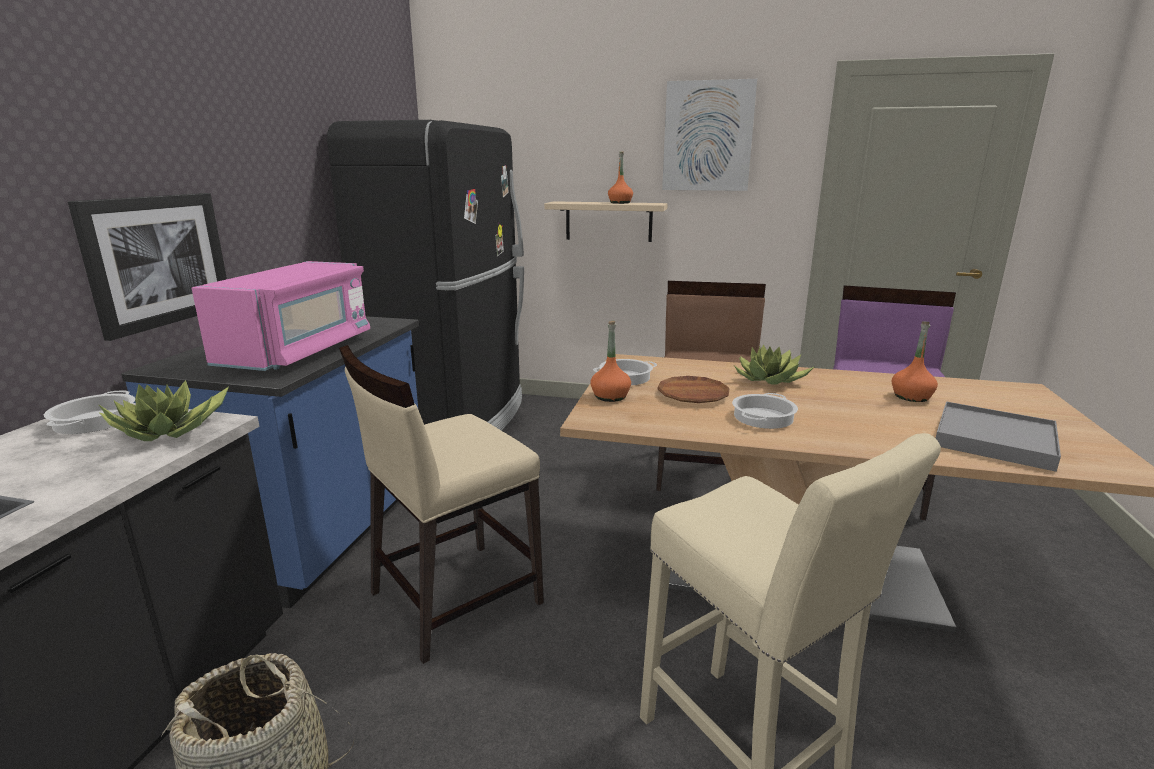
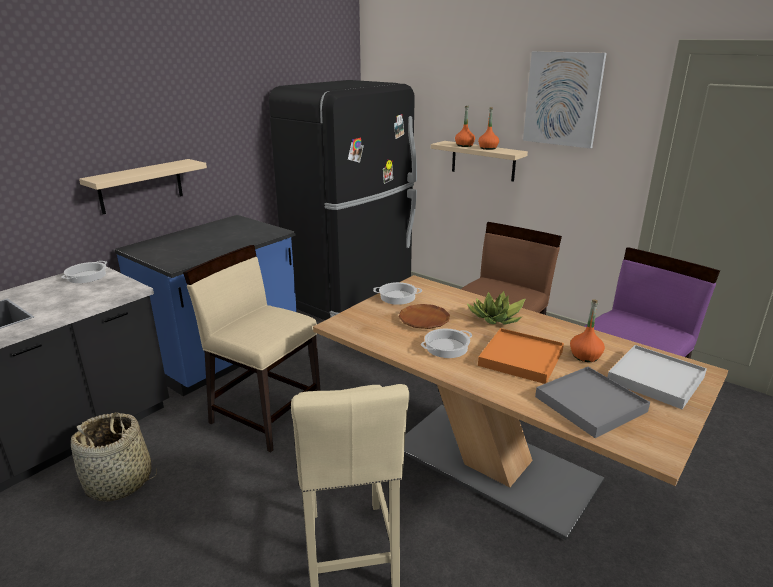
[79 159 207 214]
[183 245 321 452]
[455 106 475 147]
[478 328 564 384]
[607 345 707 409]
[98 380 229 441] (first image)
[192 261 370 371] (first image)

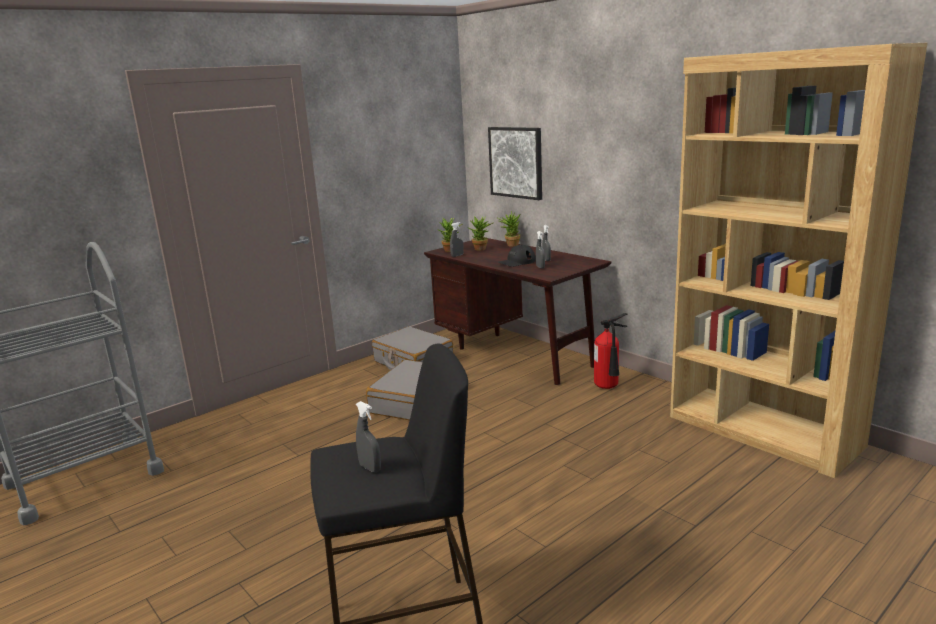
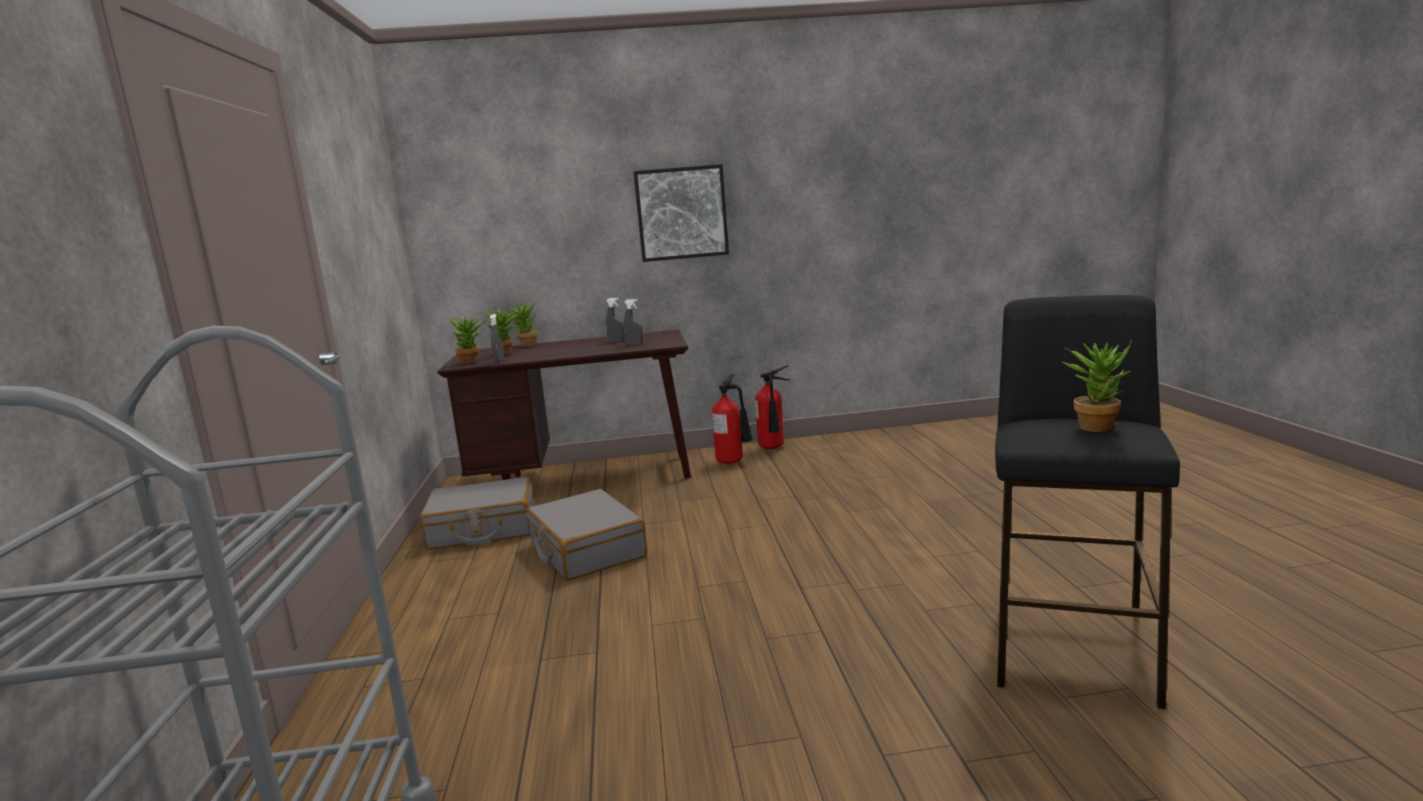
[634 164 729 262]
[755 365 790 449]
[1062 340 1132 432]
[498 245 536 267] (first image)
[670 43 927 478] (first image)

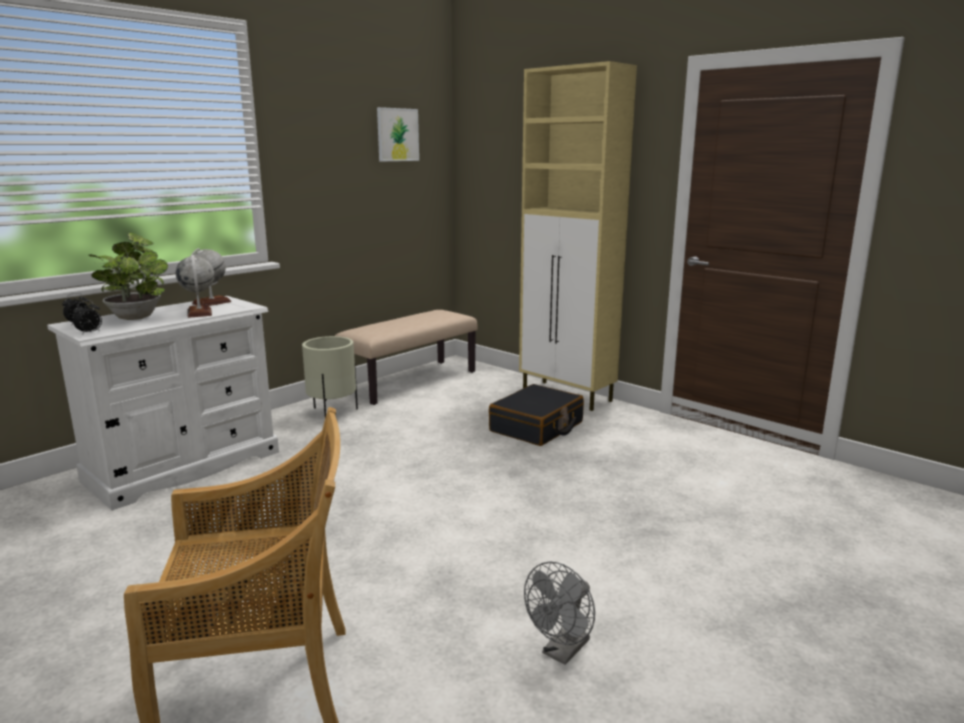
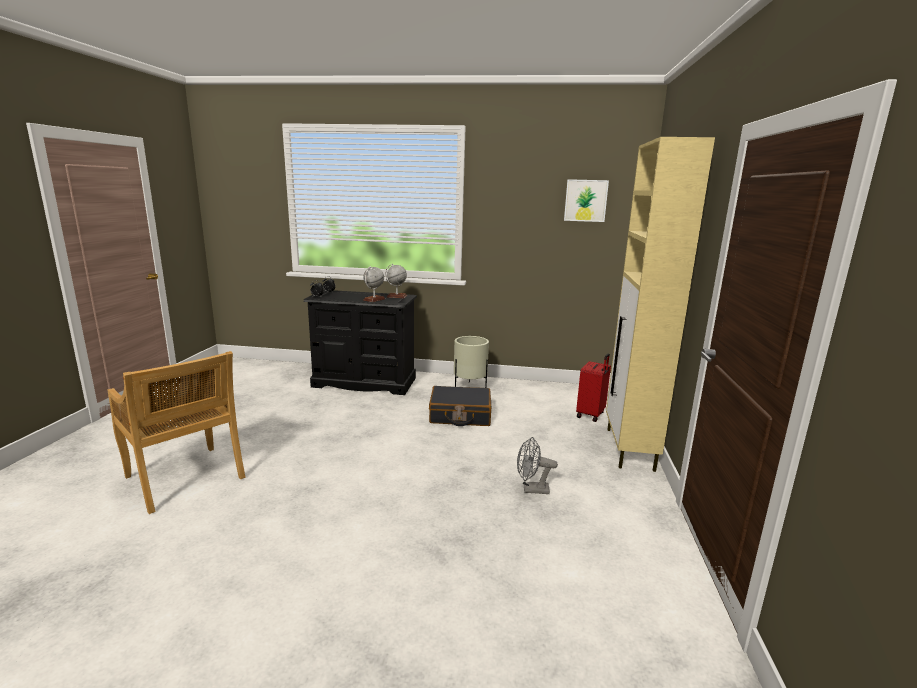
[304 290 417 395]
[429 386 491 426]
[517 437 558 494]
[576 353 611 422]
[89 232 168 320] (first image)
[335 310 478 405] (first image)

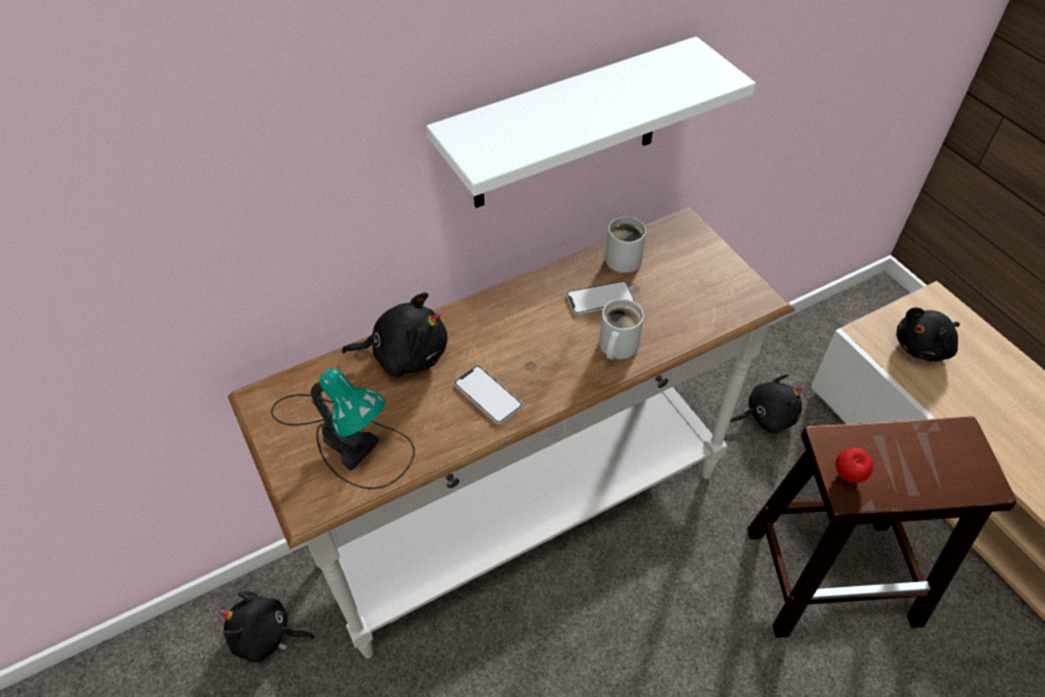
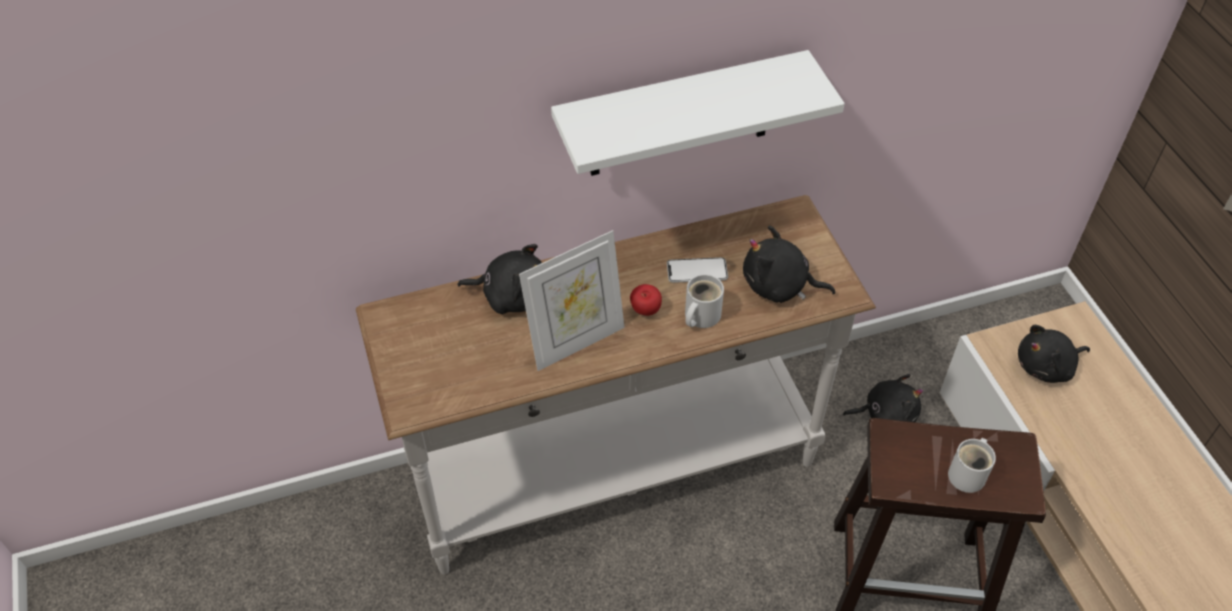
[519 230 625 371]
[630 284 662 316]
[743 225 835 303]
[948 438 996 493]
[271 368 415 489] (first image)

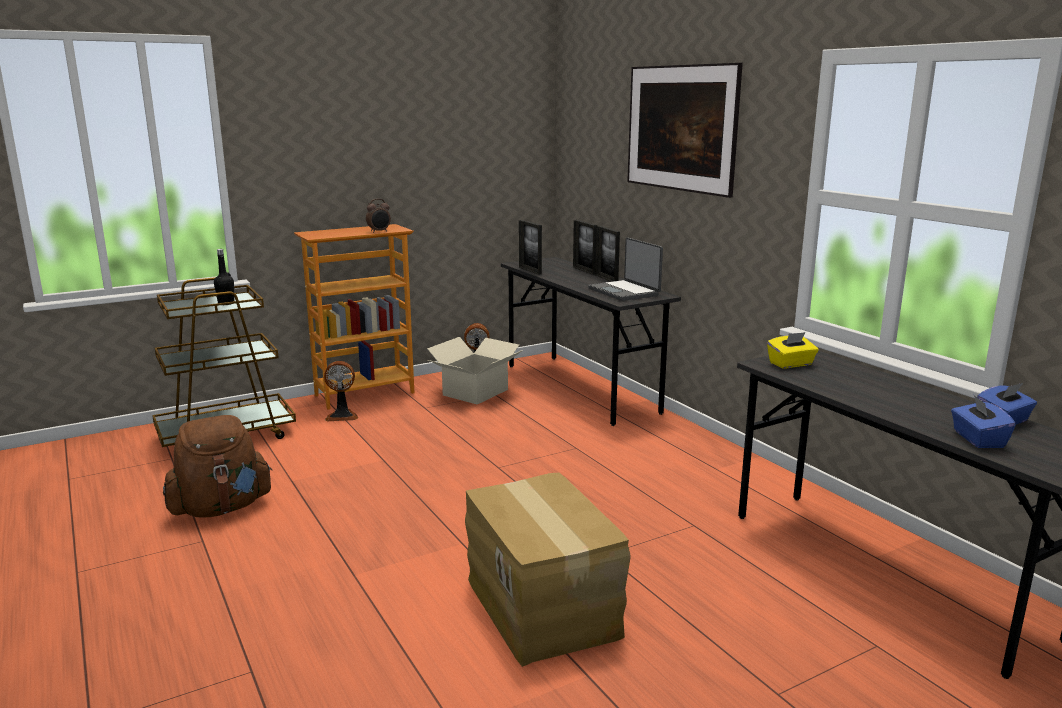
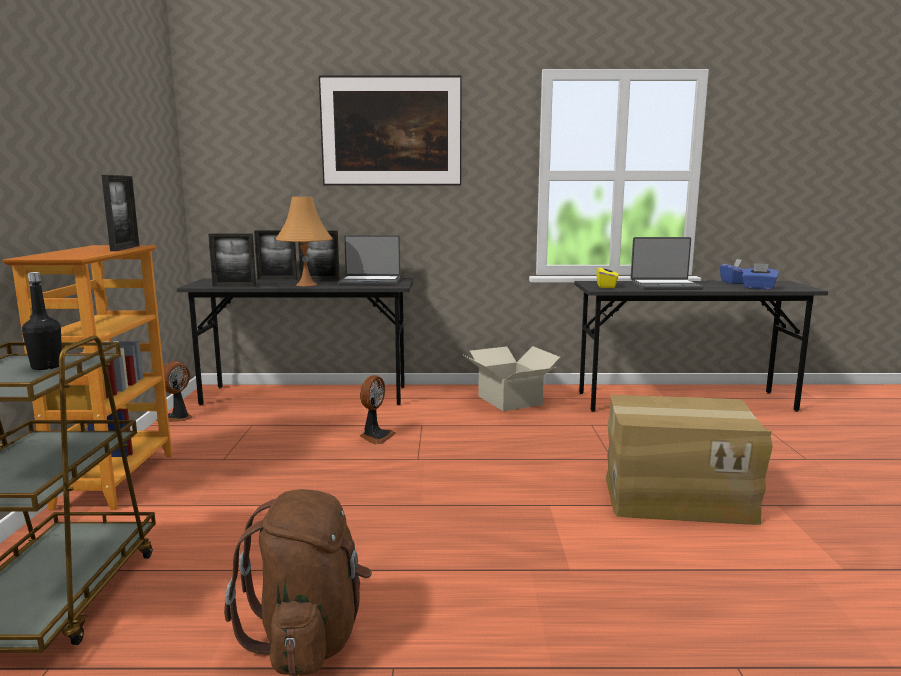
[101 175 139 251]
[276 197 333 286]
[360 375 396 444]
[462 346 561 411]
[631 237 704 290]

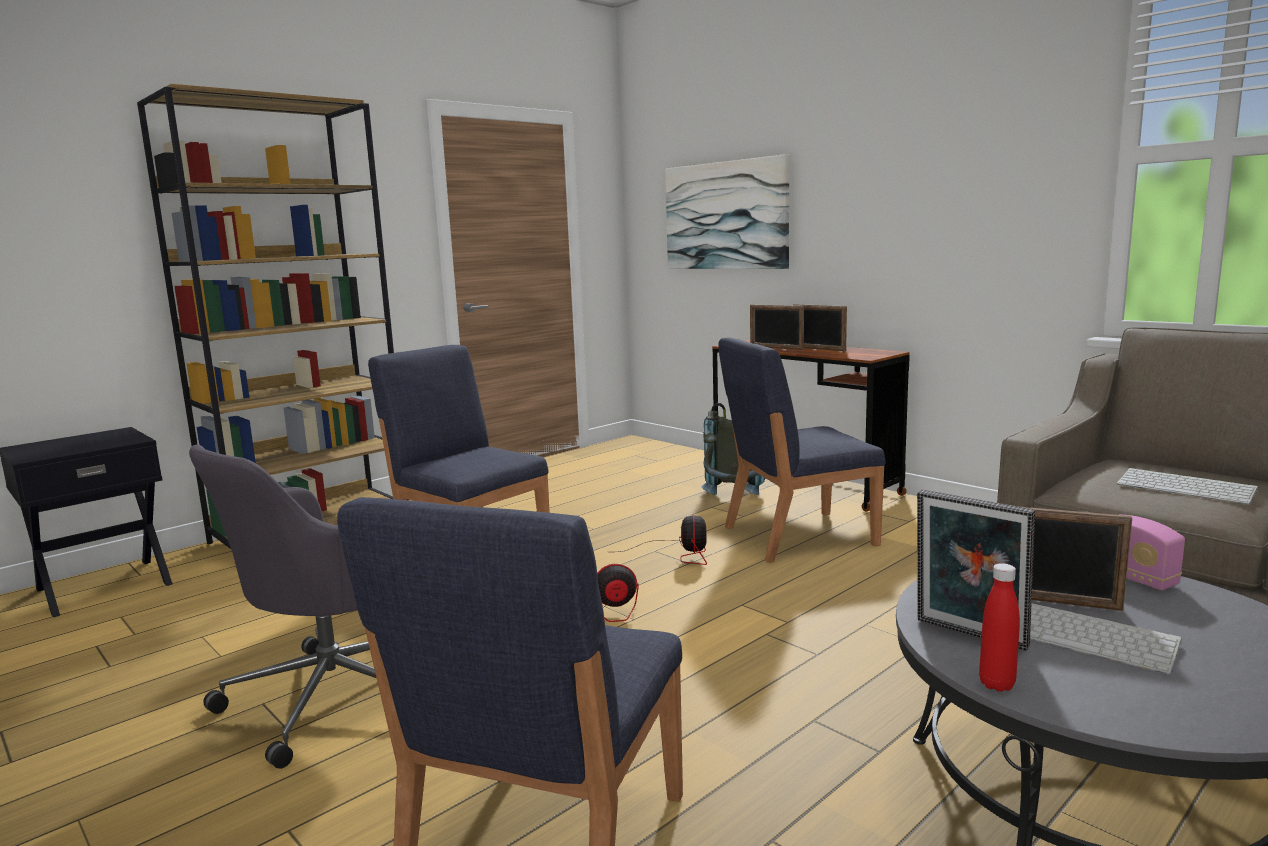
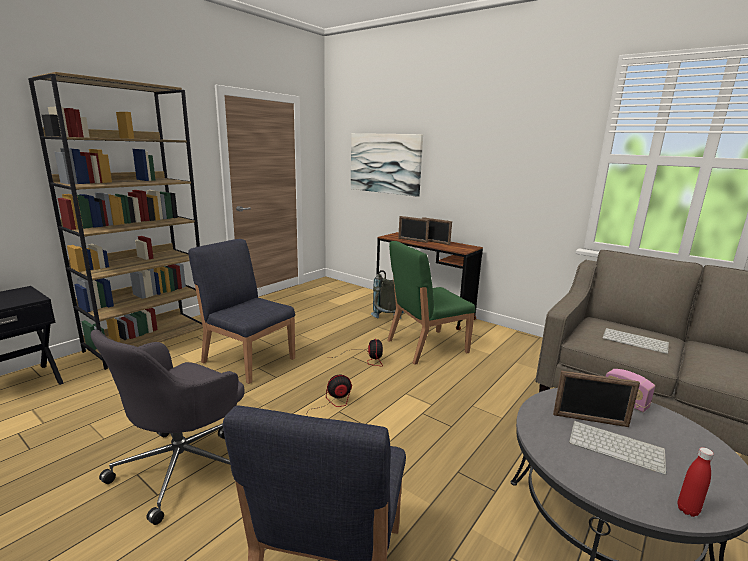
[387 241 475 365]
[677 447 714 517]
[917 490 1035 651] (first image)

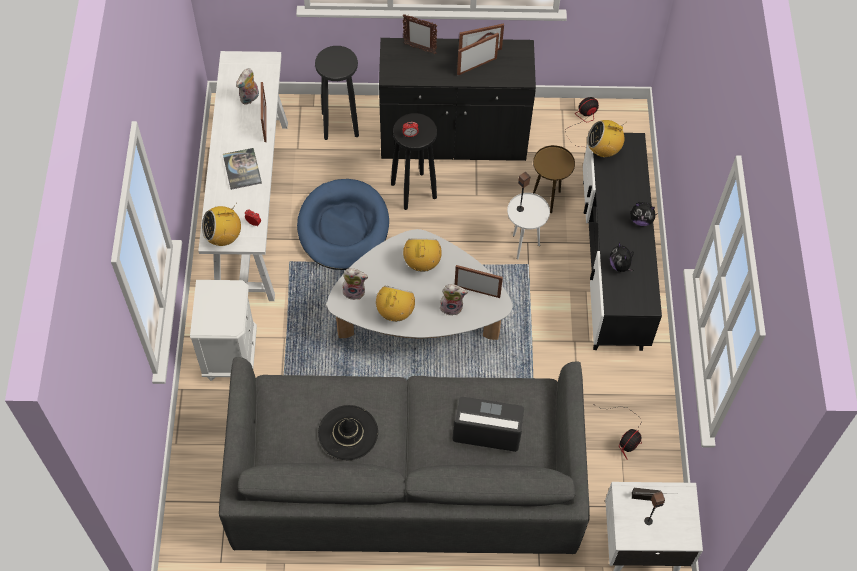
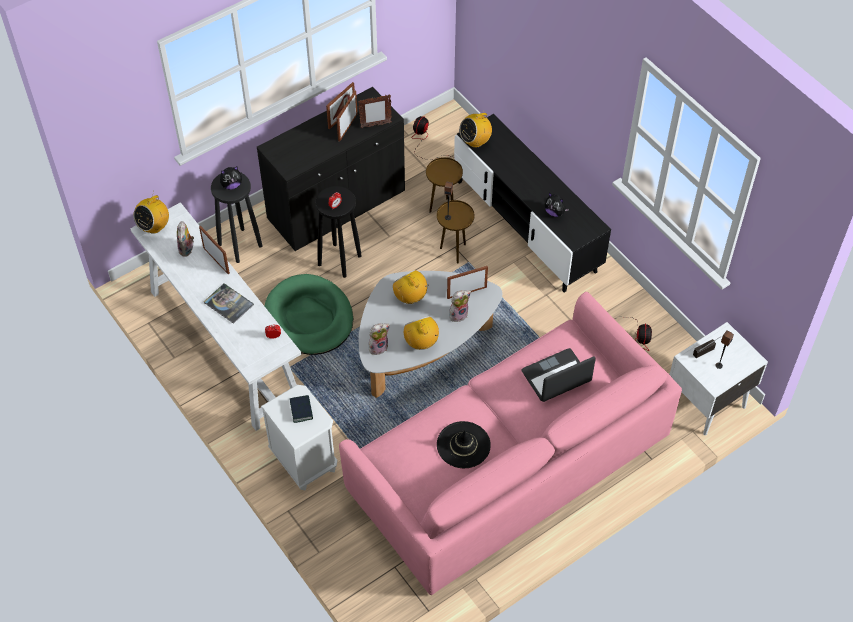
[133 192 169 234]
[220 166 242 190]
[265 274 353 355]
[290 395 313 423]
[339 292 682 595]
[358 94 392 128]
[437 200 474 264]

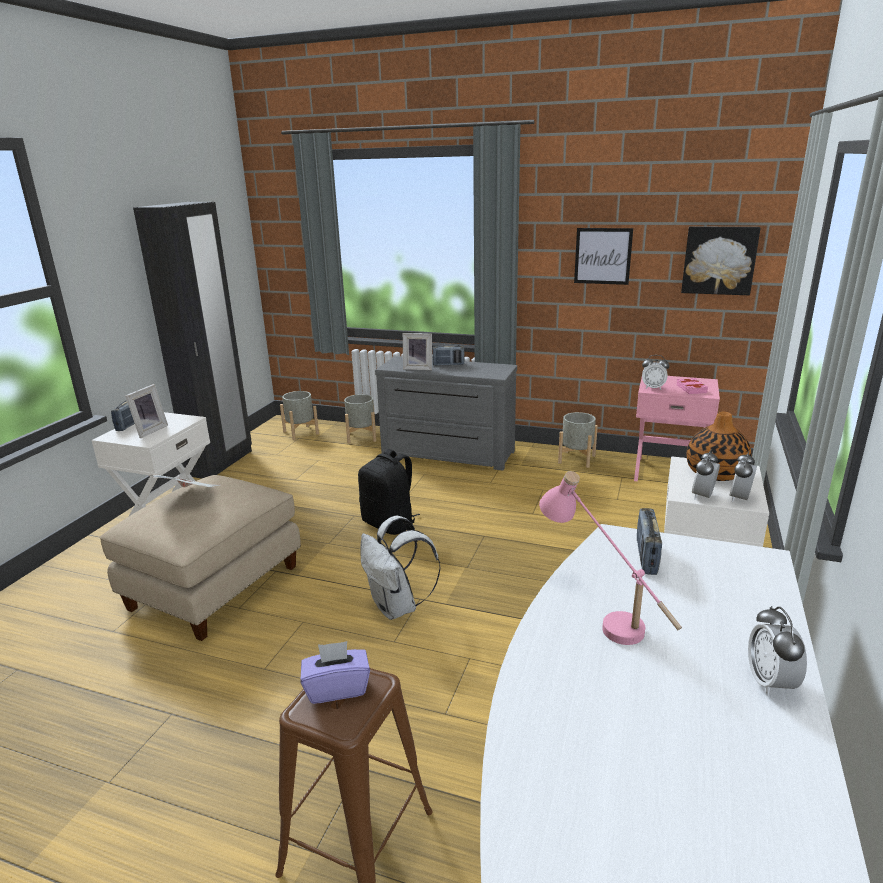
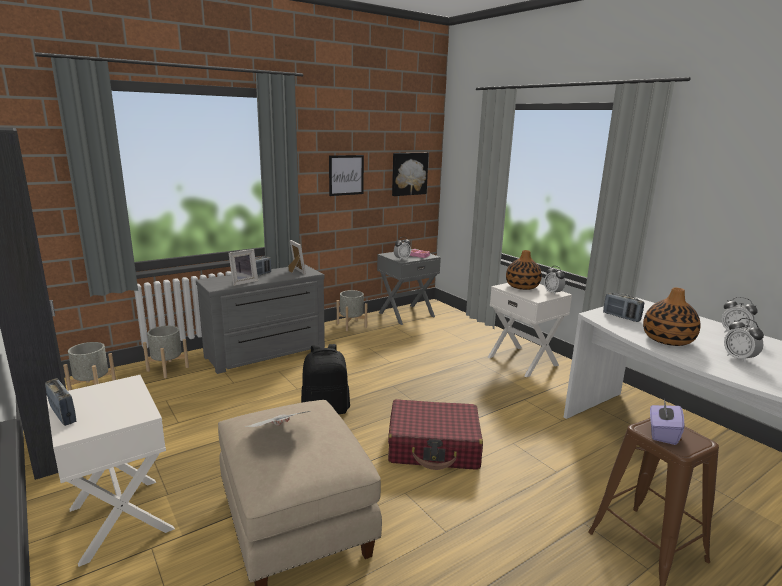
[288 240 306 274]
[377 249 441 325]
[388 399 483 470]
[643 288 701 346]
[724 318 764 363]

